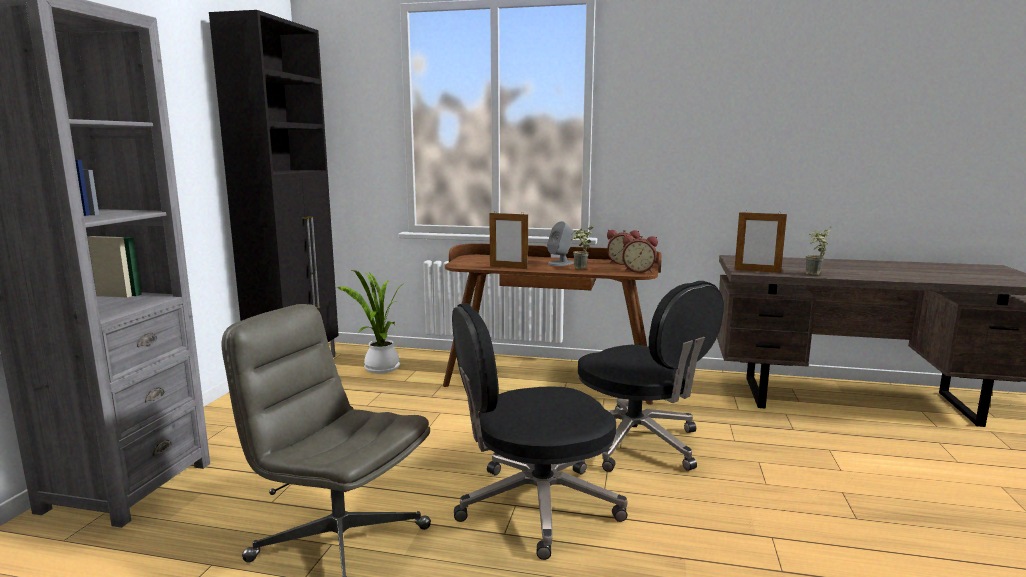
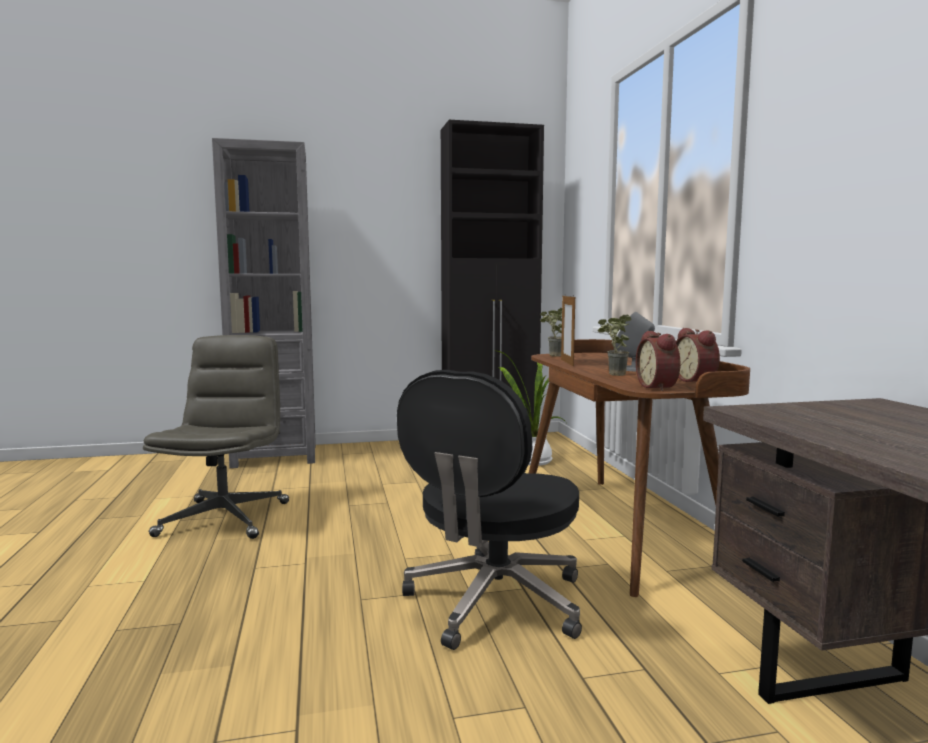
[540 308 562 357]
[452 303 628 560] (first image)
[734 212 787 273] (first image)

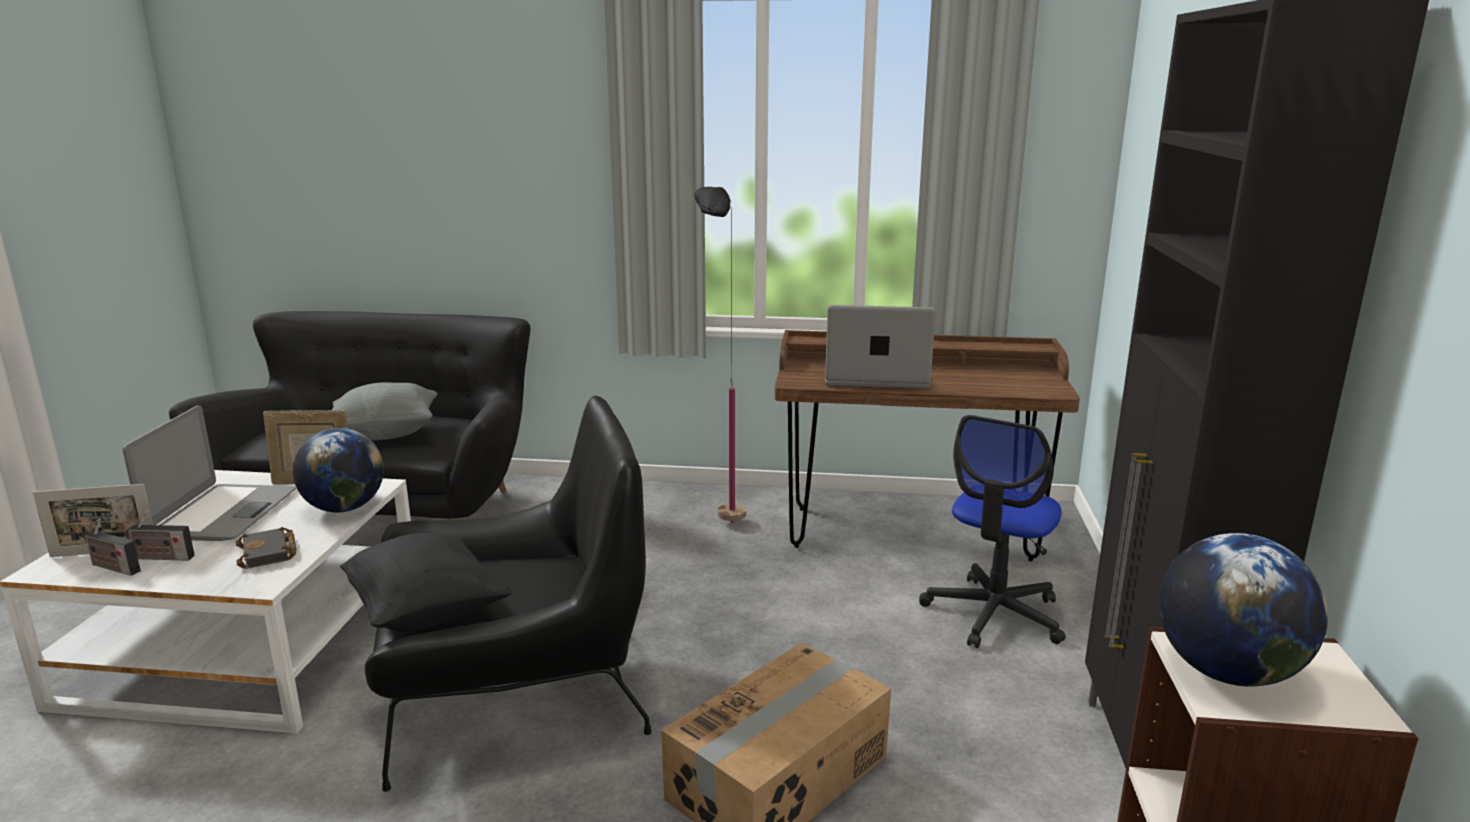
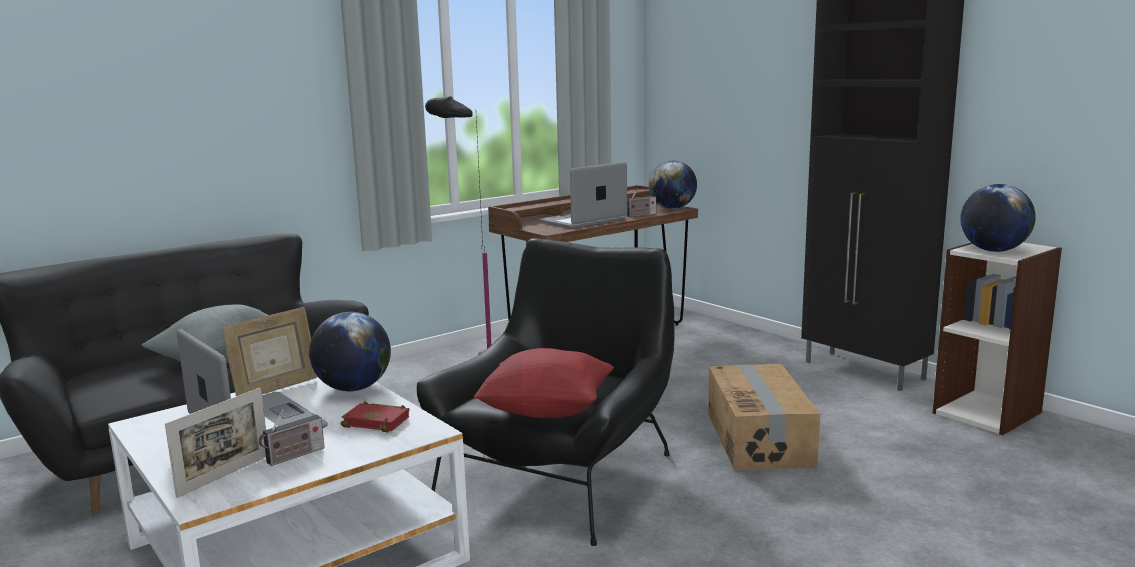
[341 401 410 433]
[474 348 614 418]
[627 188 656 217]
[649 161 697 209]
[919 415 1066 648] (first image)

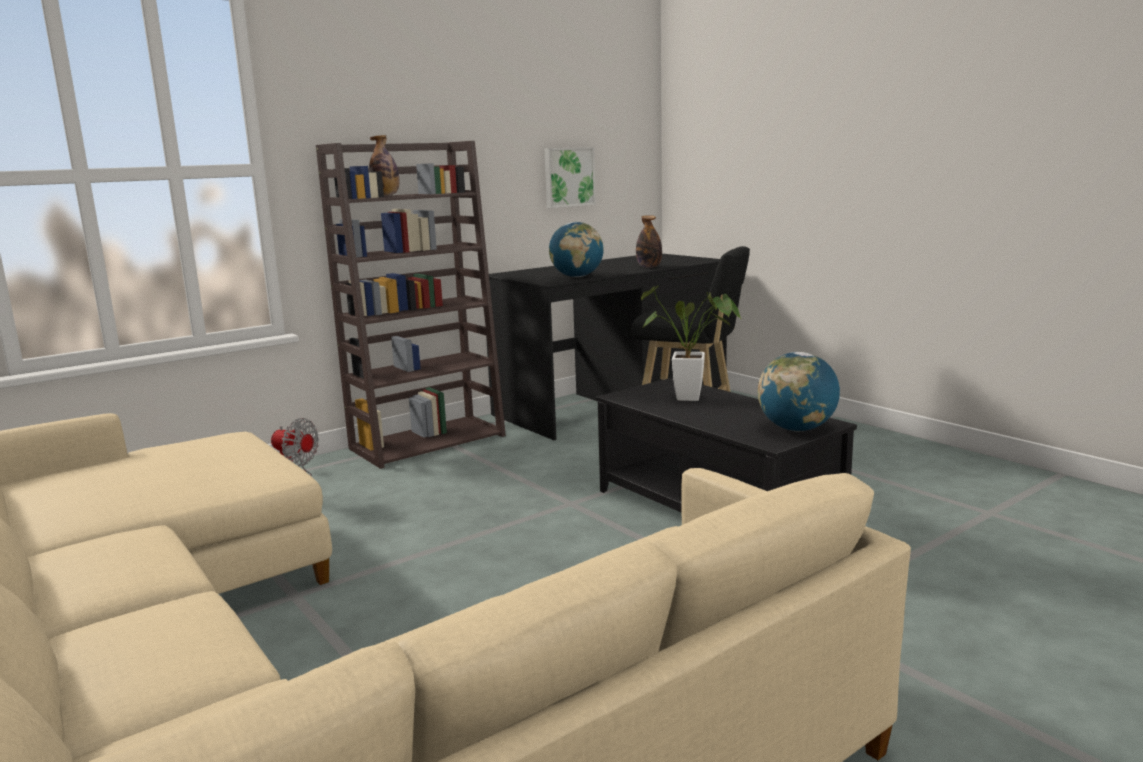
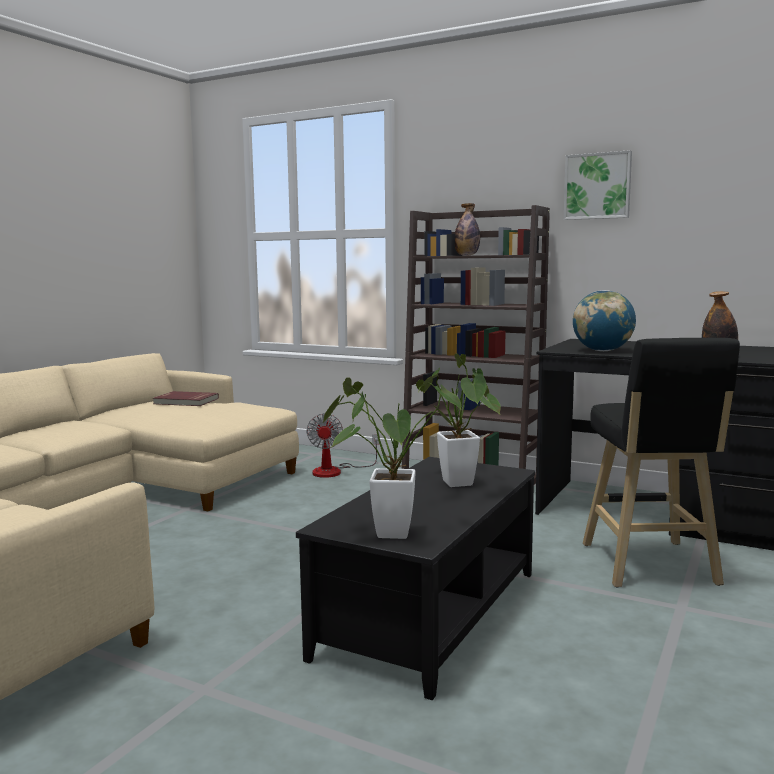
[153 391 219 406]
[322 377 461 539]
[564 150 632 220]

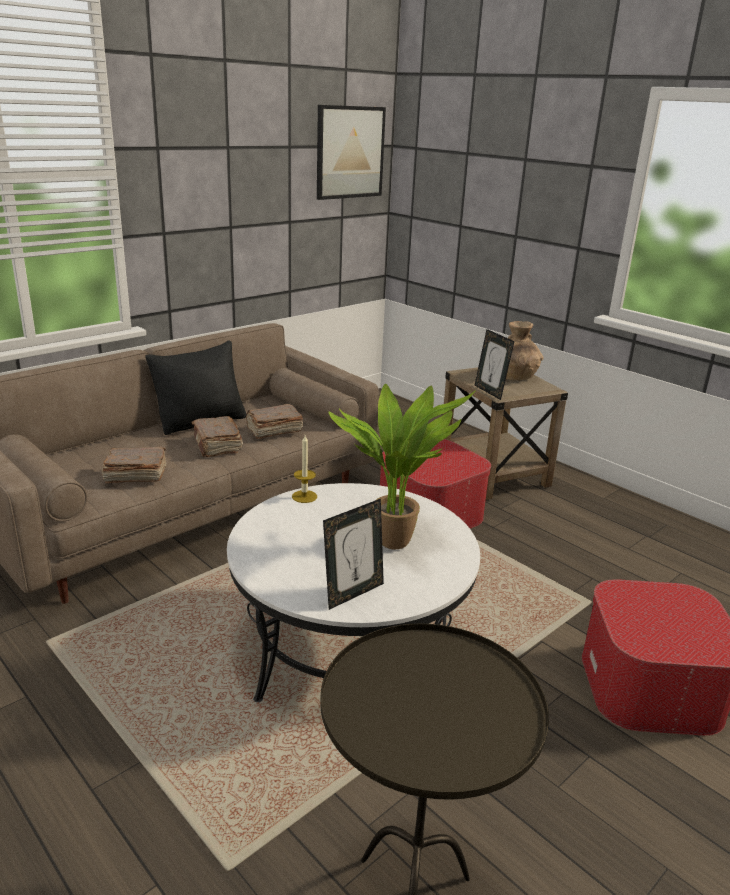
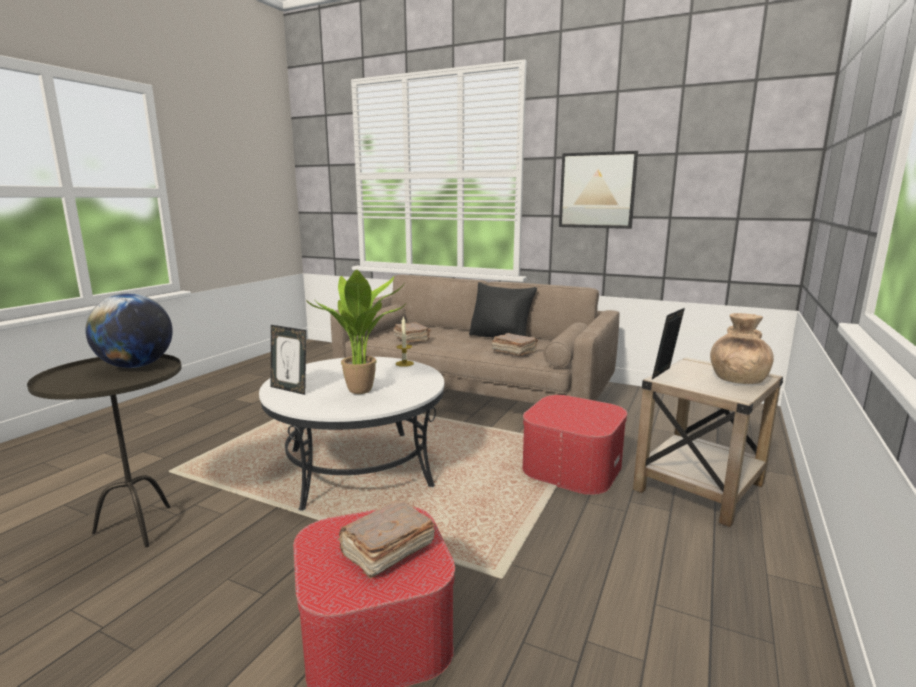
[85 293 173 368]
[338 500 435 579]
[559 151 638 229]

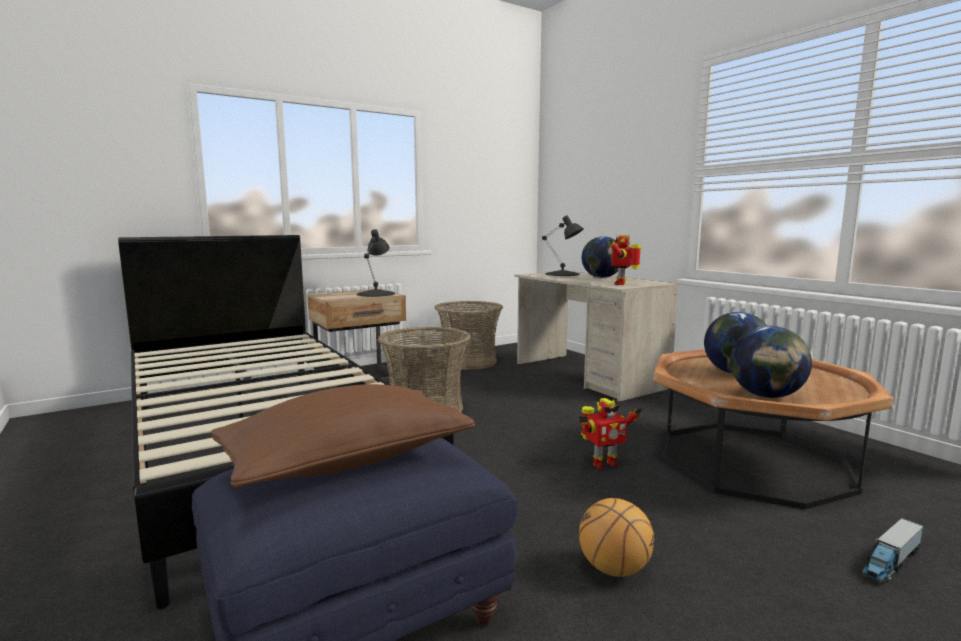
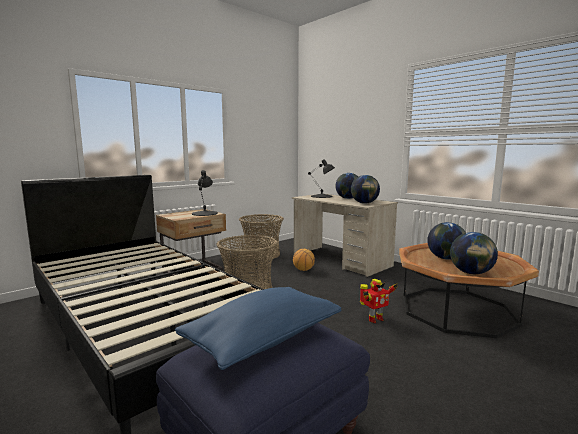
[175 287 341 370]
[293 249 315 271]
[351 175 380 204]
[861 518 924 584] (first image)

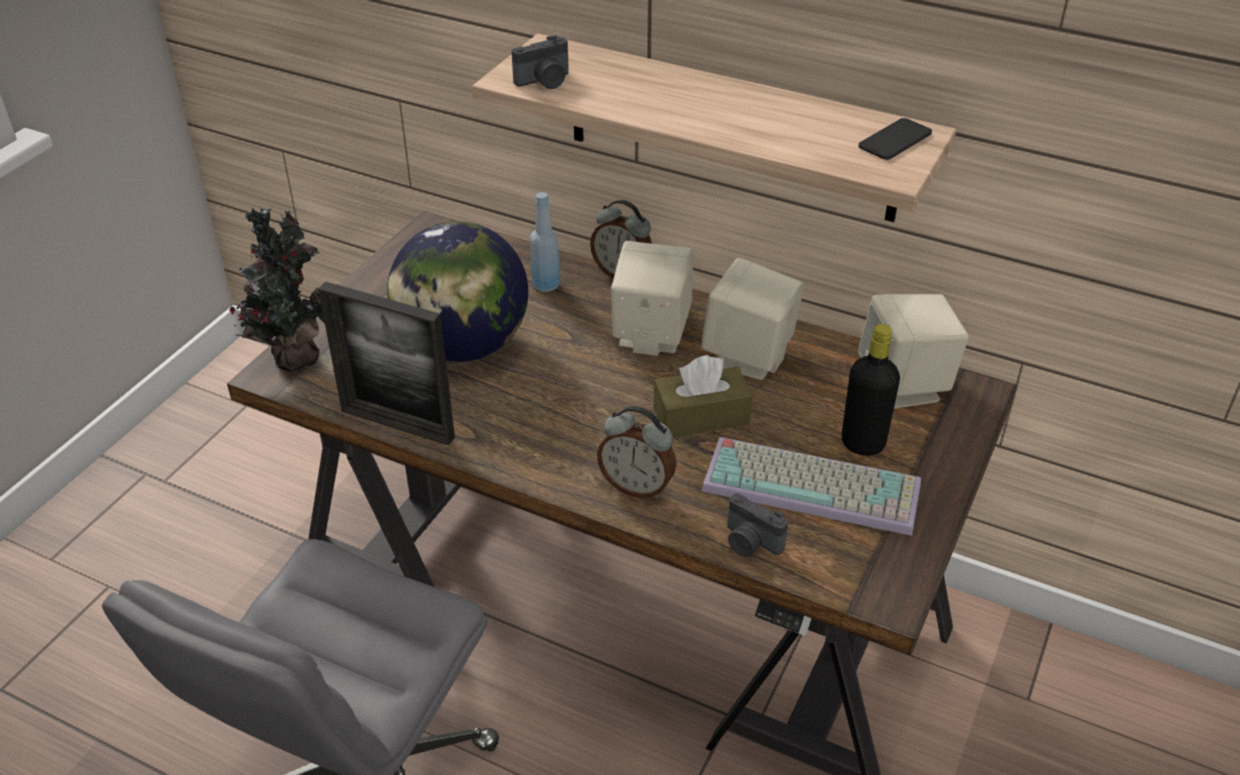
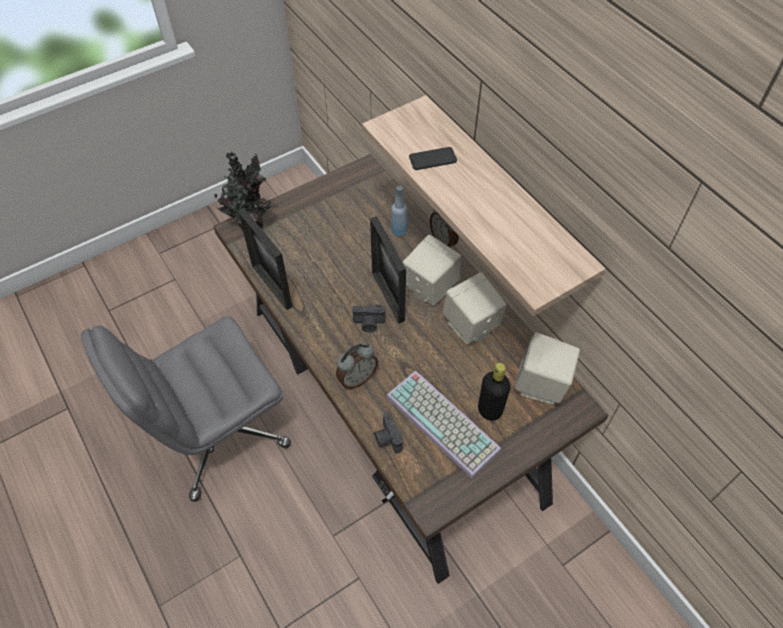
[336 343 378 389]
[353 304 386 333]
[370 216 406 324]
[409 147 457 170]
[387 221 528 362] (first image)
[653 355 752 437] (first image)

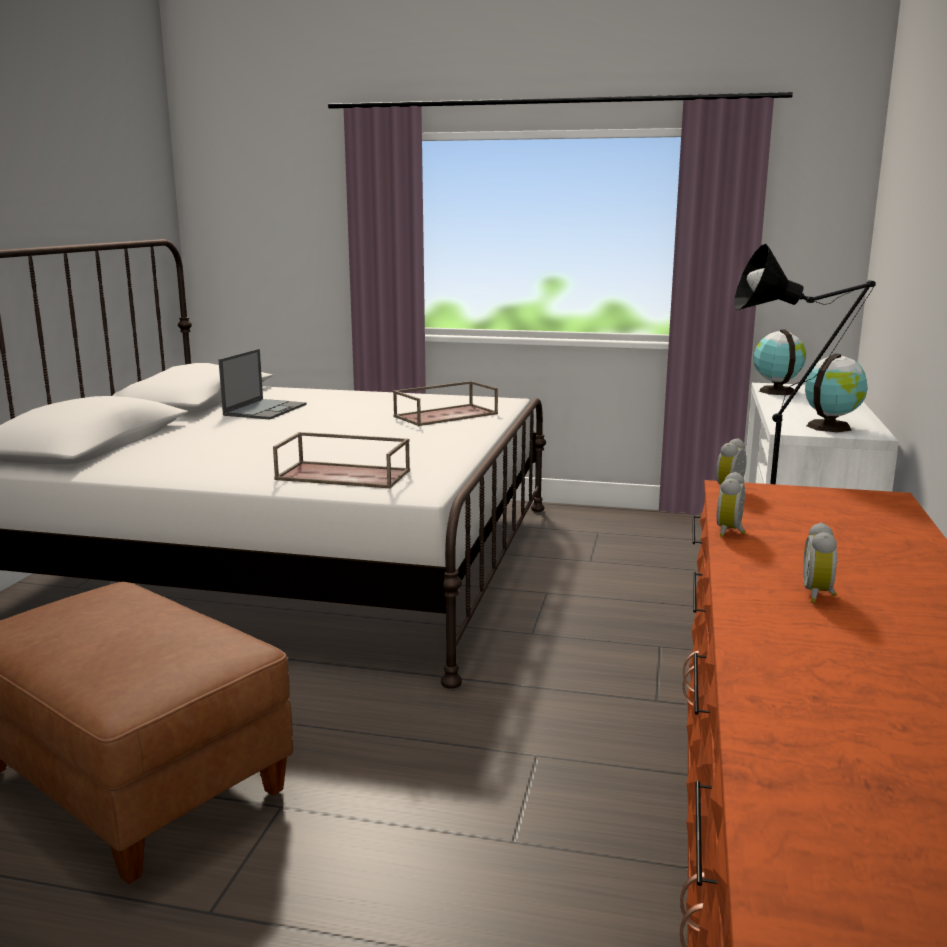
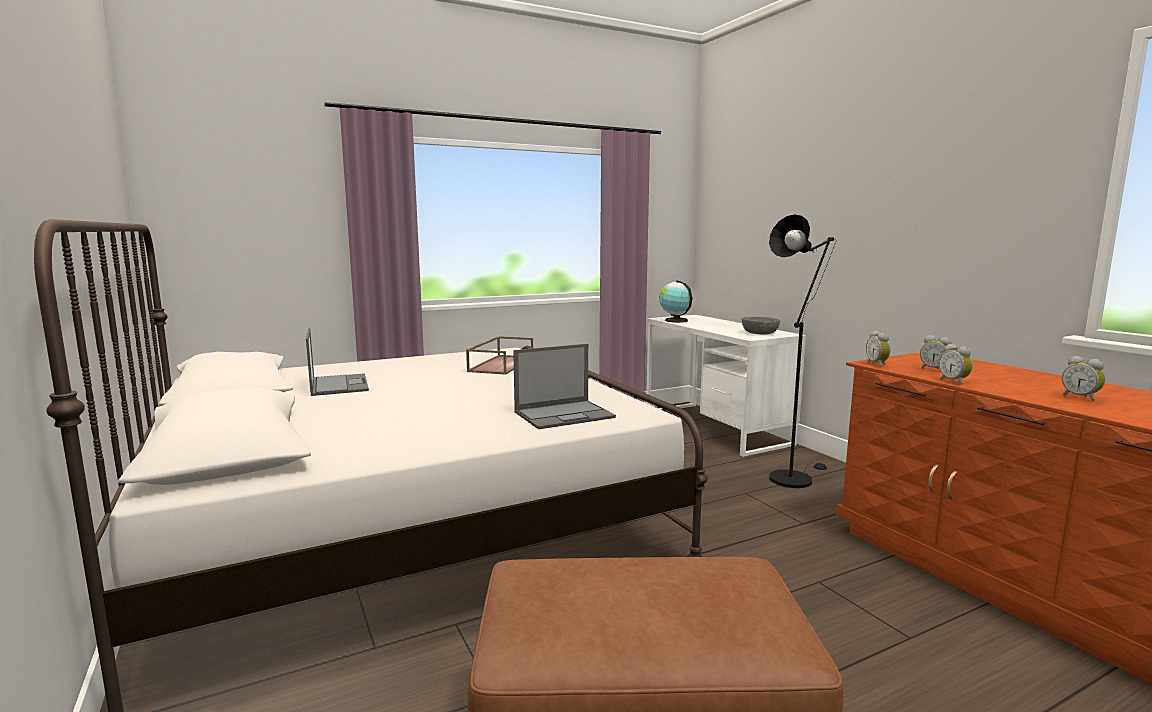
[513 344 616 429]
[742 317 780 335]
[920 335 951 369]

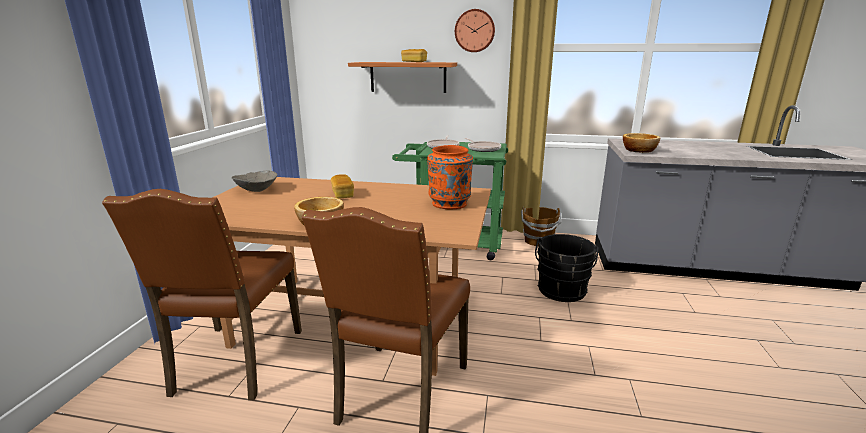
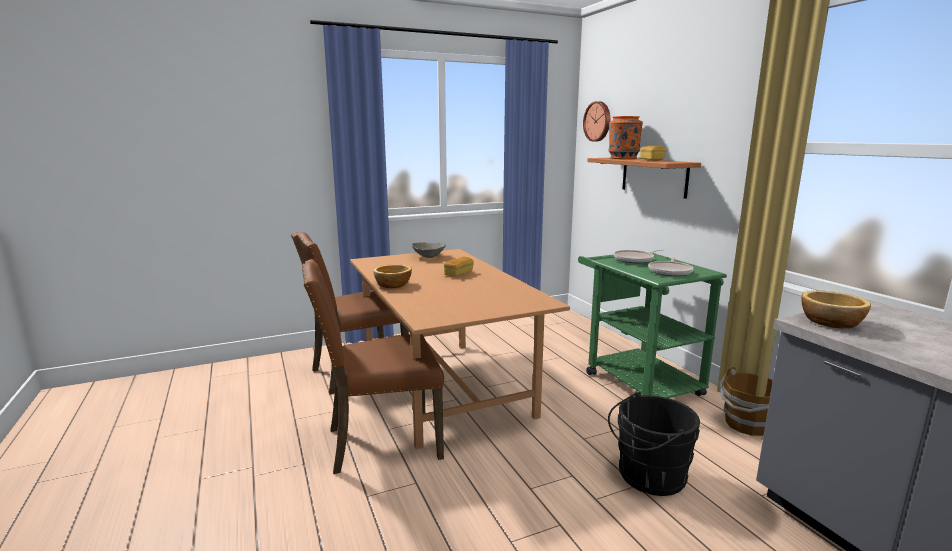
[583 101 610 142]
[608 116 643 159]

